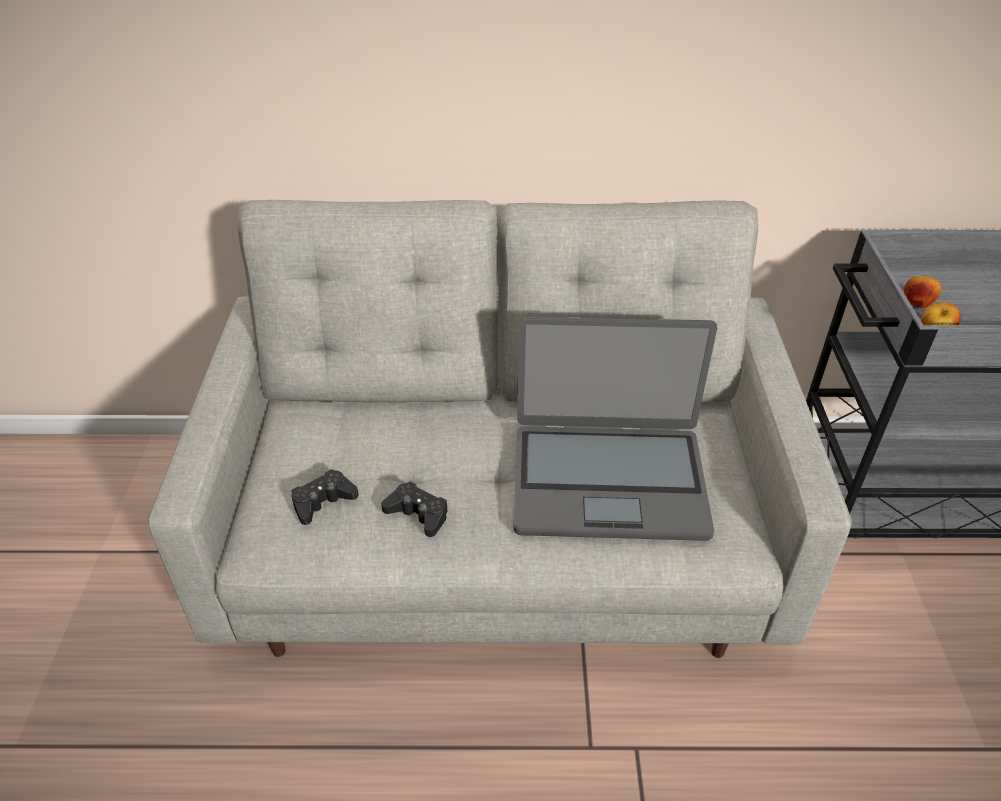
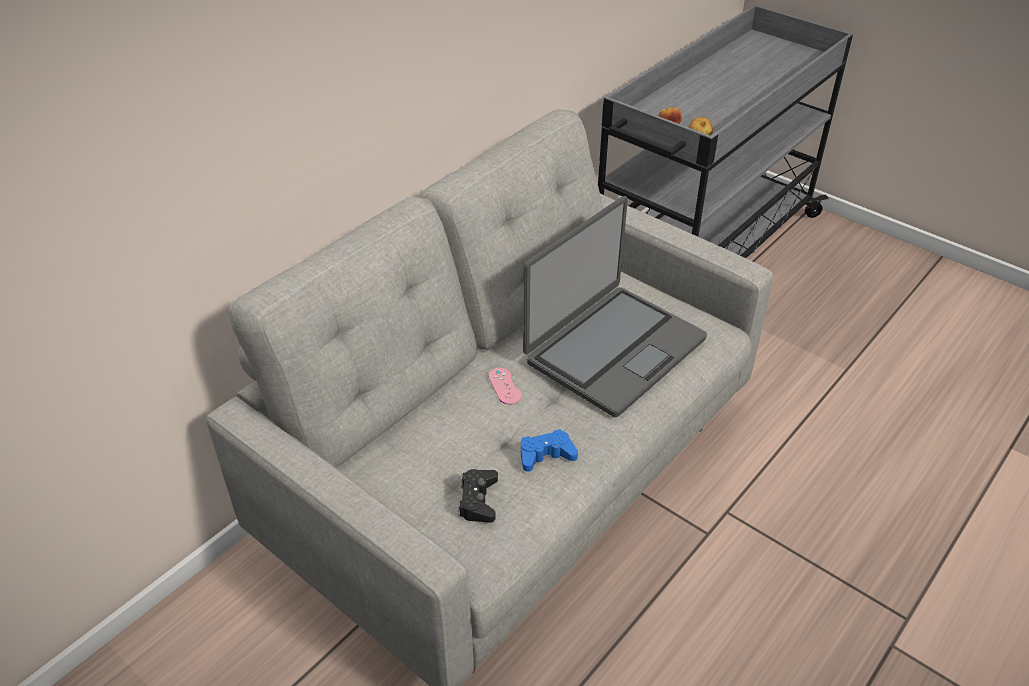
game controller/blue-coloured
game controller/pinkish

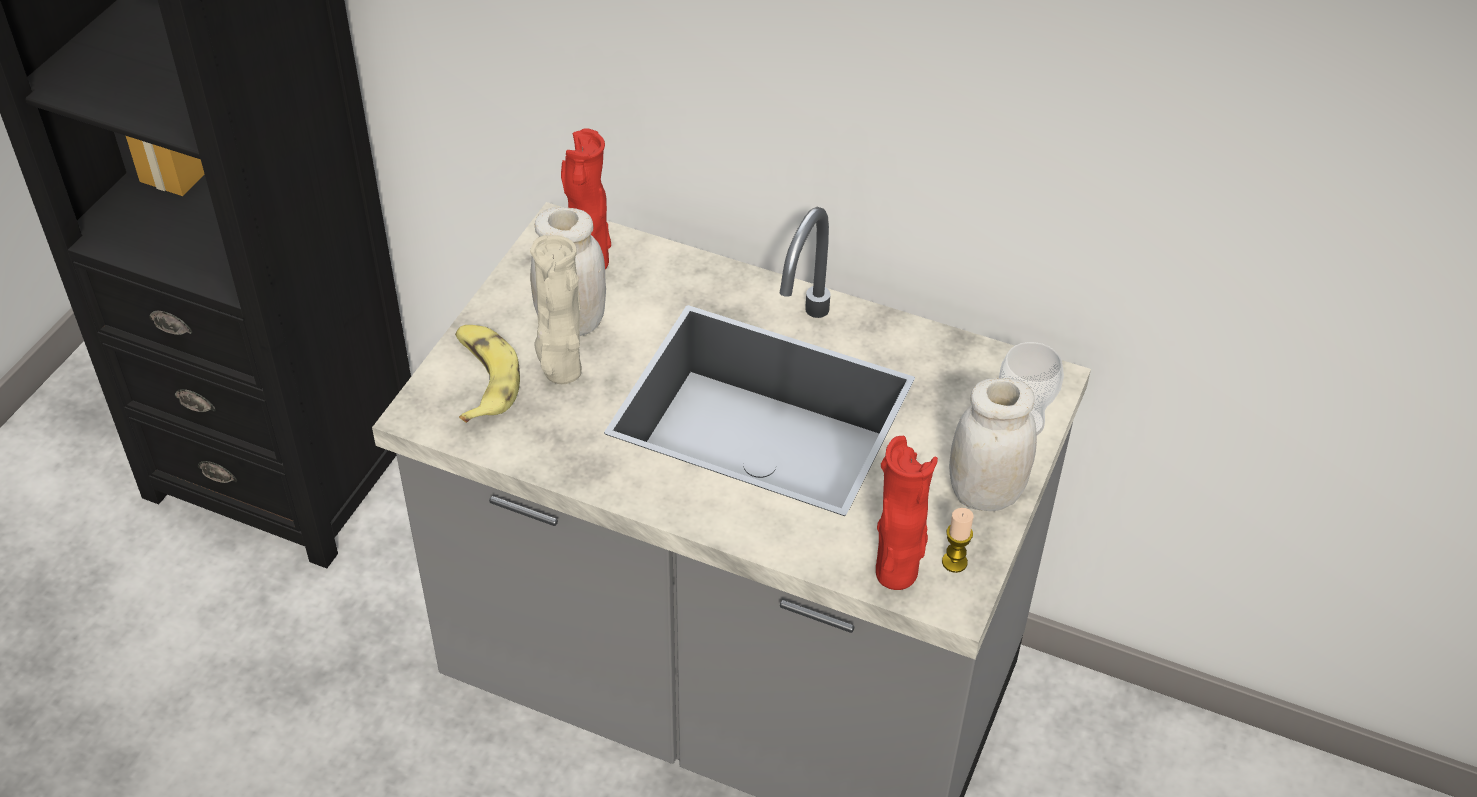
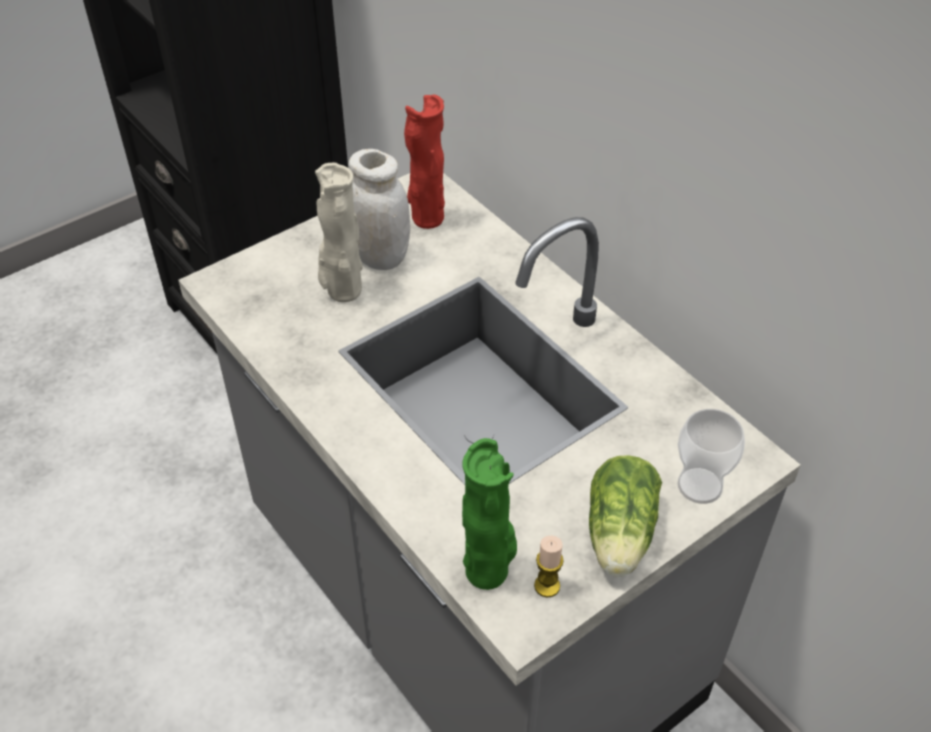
whole banana
flower vase/greenish
lettuce

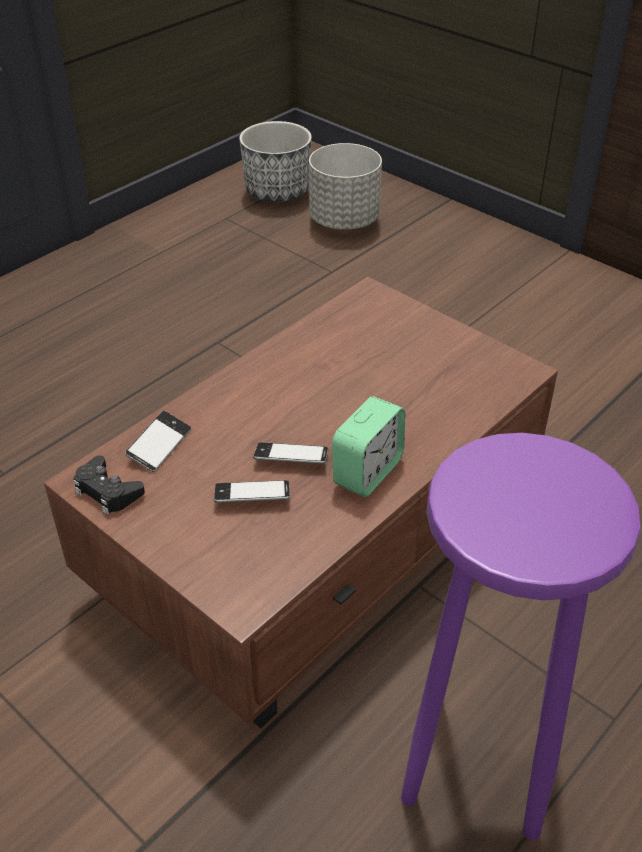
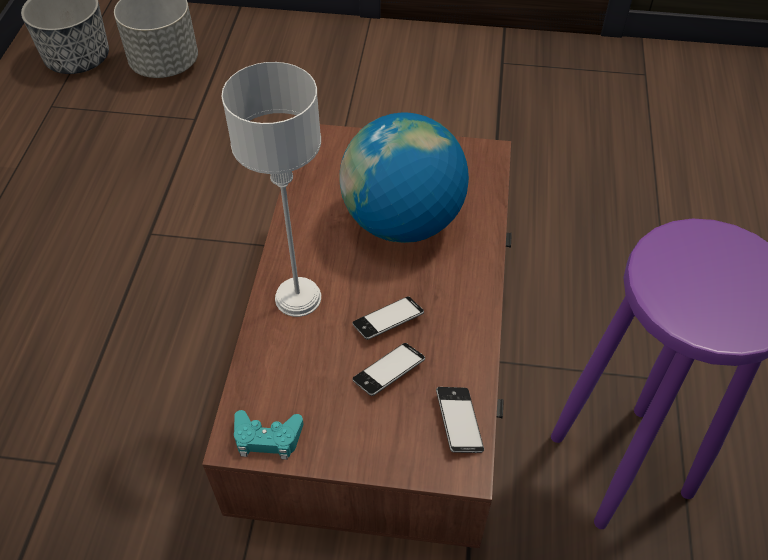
game controller/turquoise
handset (no. 3 from left)
bedside clock
lamp for a table/grey
world globe

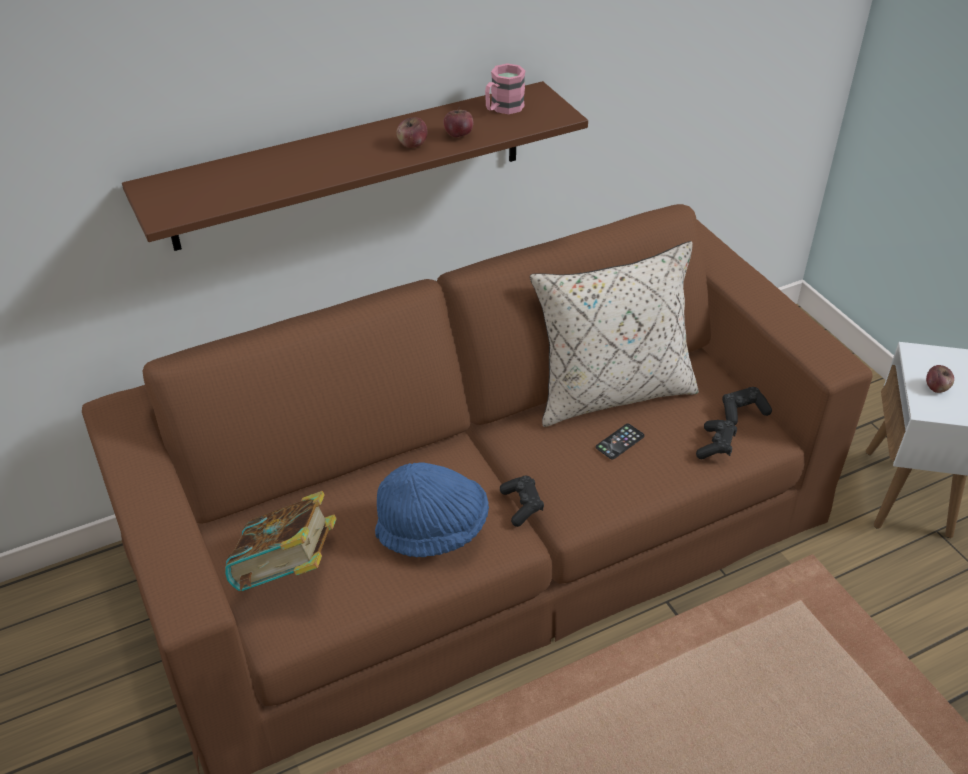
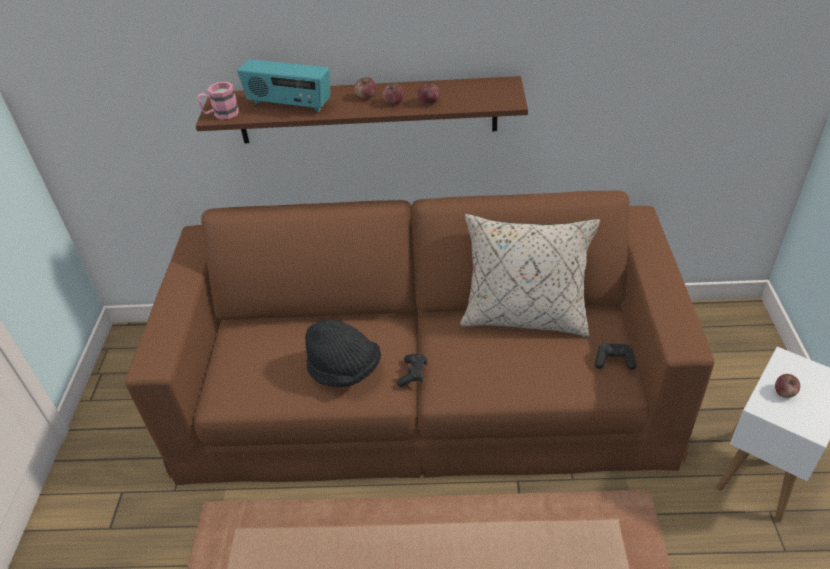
volume
hat/blackish
tea mug/pinkish
handset
game controller/blackish (no. 2 from left in the first image)
radio receiver
whole apple (no. 1 from left)

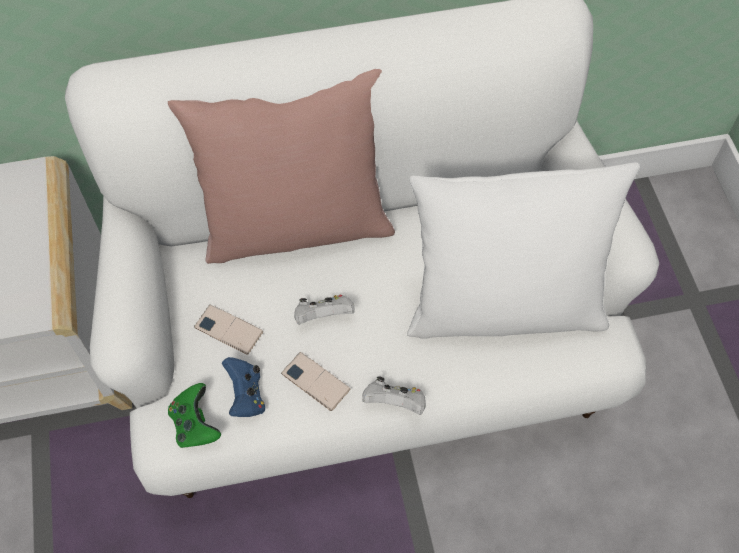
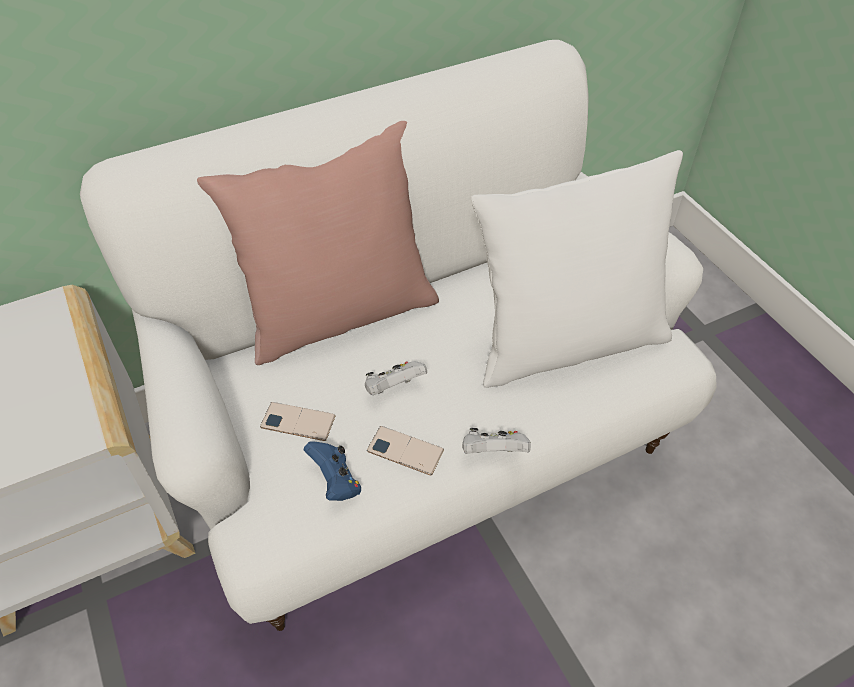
game controller/greenish

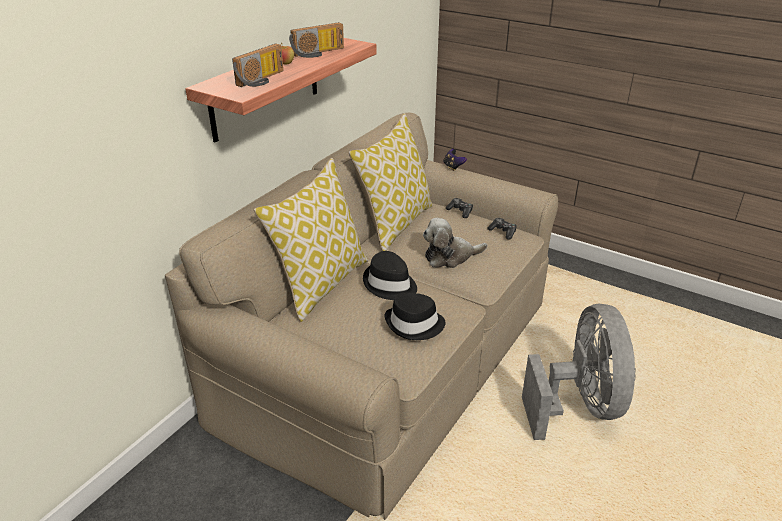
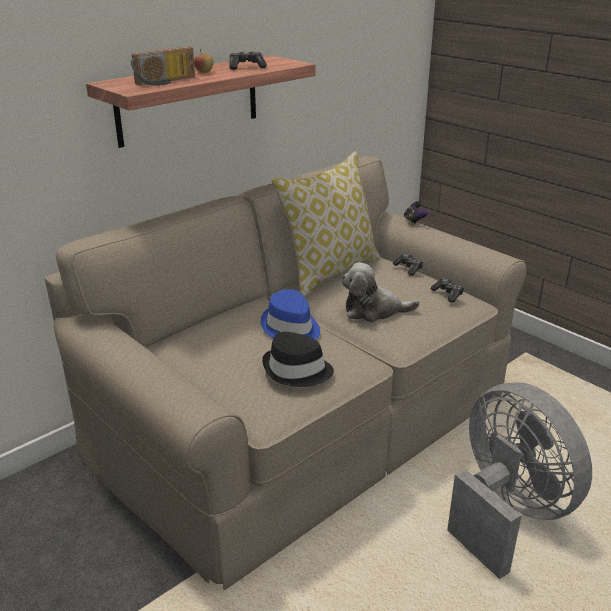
pillow (no. 1 from left in the first image)
game controller (no. 1 from left)
hat/blue-coloured
electric fan/grey

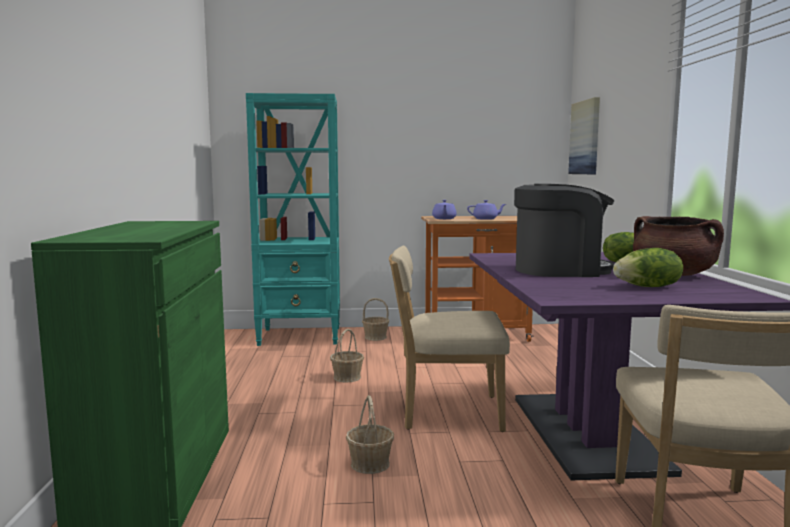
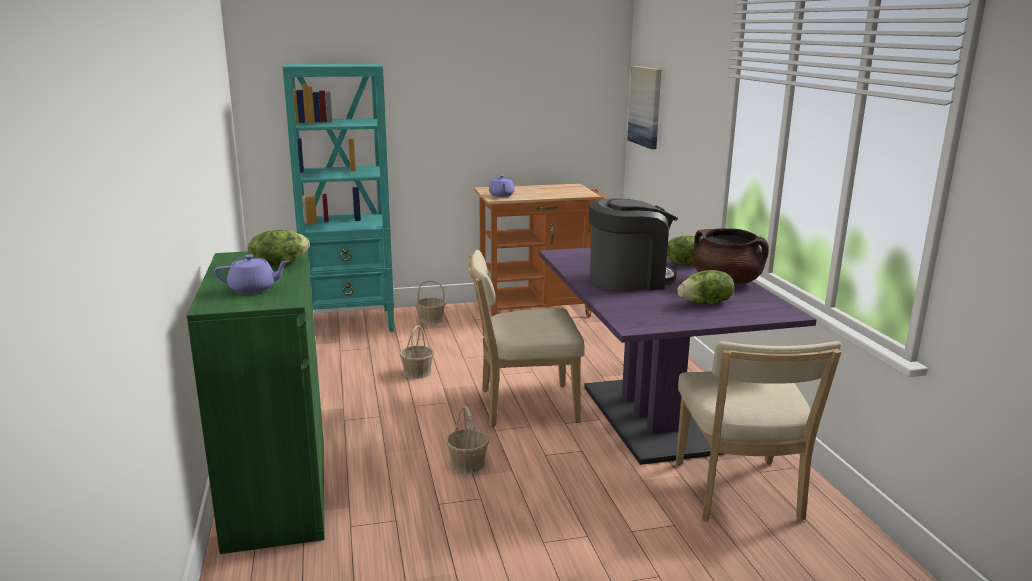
pot for tea/purplish (no. 1 from left)
lettuce (no. 1 from left)

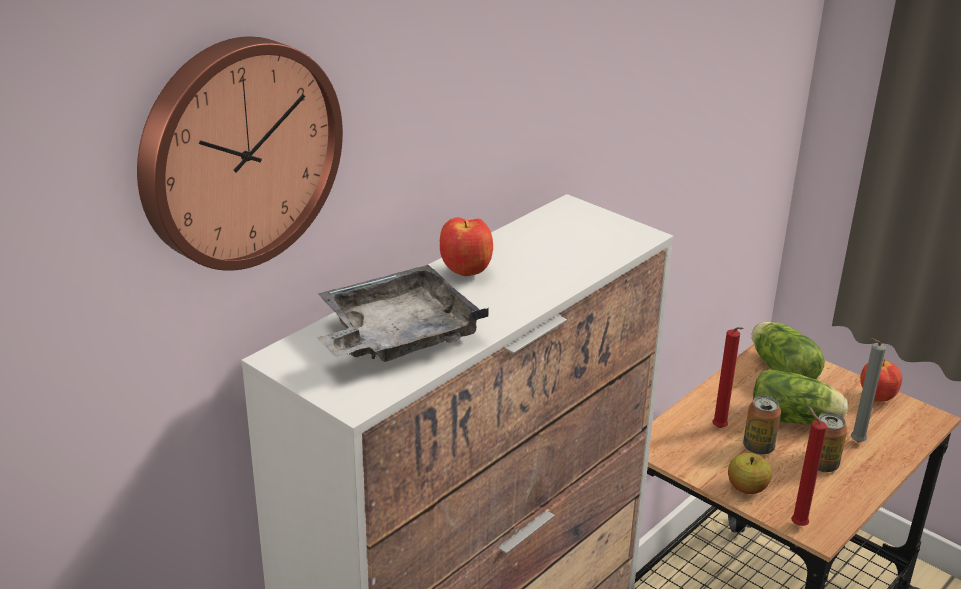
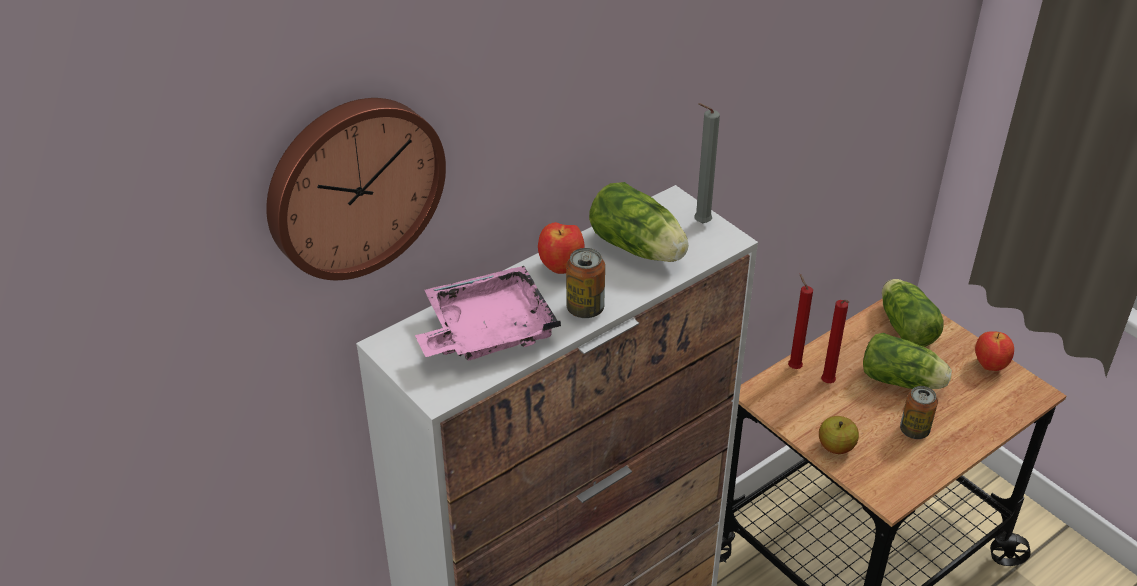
carrying tray/pinkish
metal can (no. 1 from left)
candle/reddish (no. 1 from left)
candle/grey
lettuce (no. 1 from left)

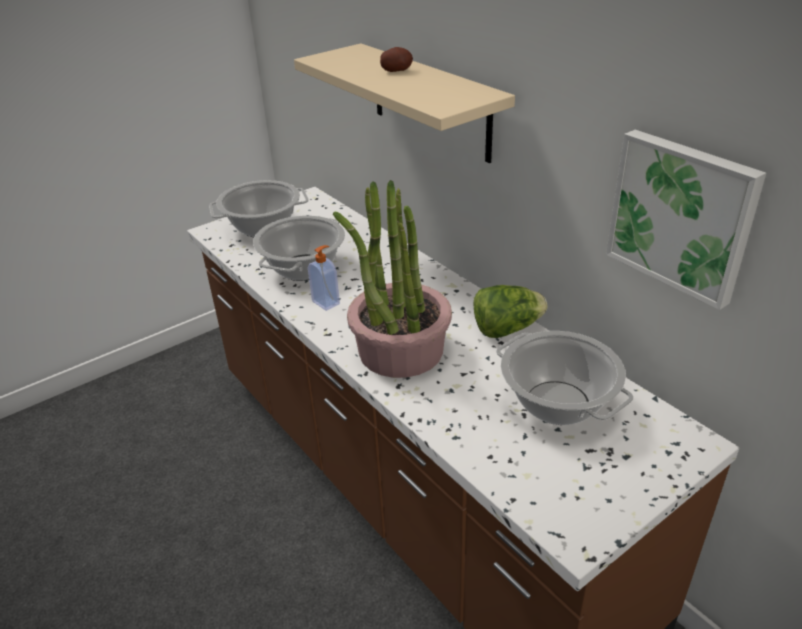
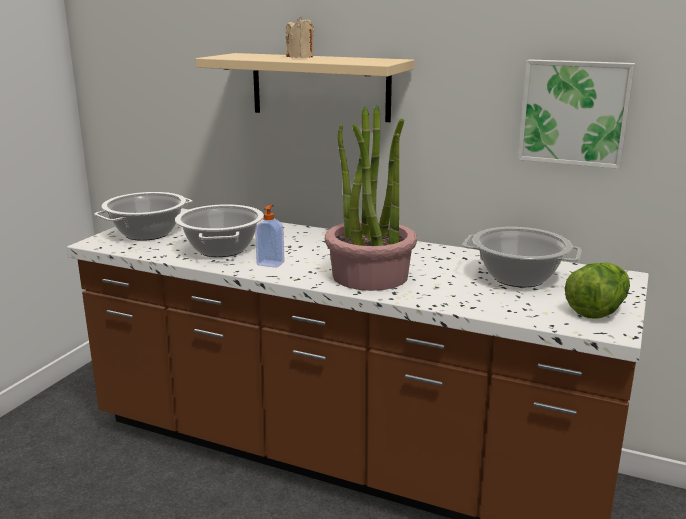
candle/sand-coloured
lettuce

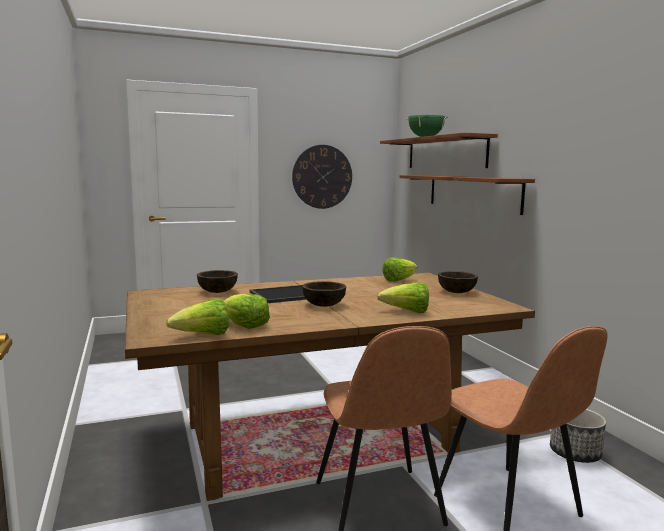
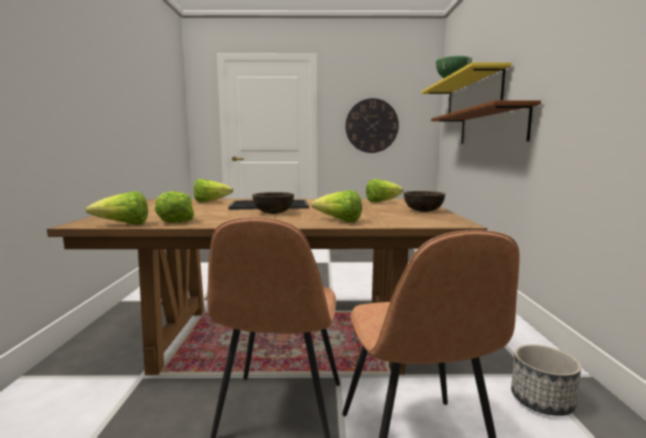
lettuce (no. 3 from left)
bracket shelf/yellow

